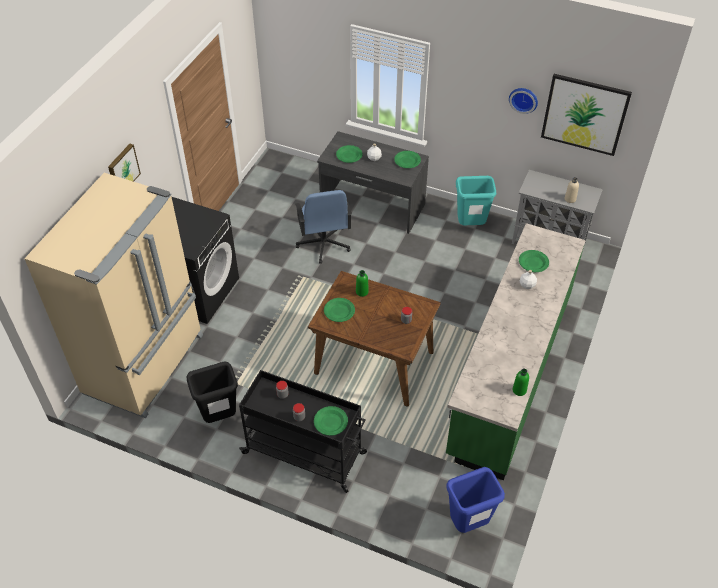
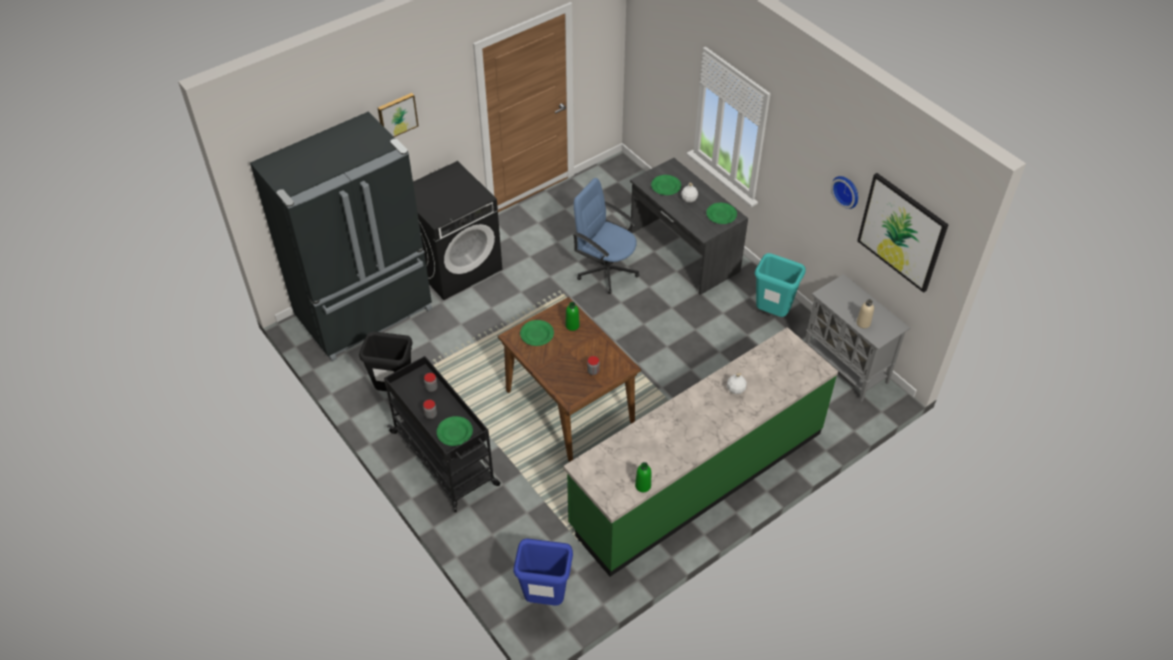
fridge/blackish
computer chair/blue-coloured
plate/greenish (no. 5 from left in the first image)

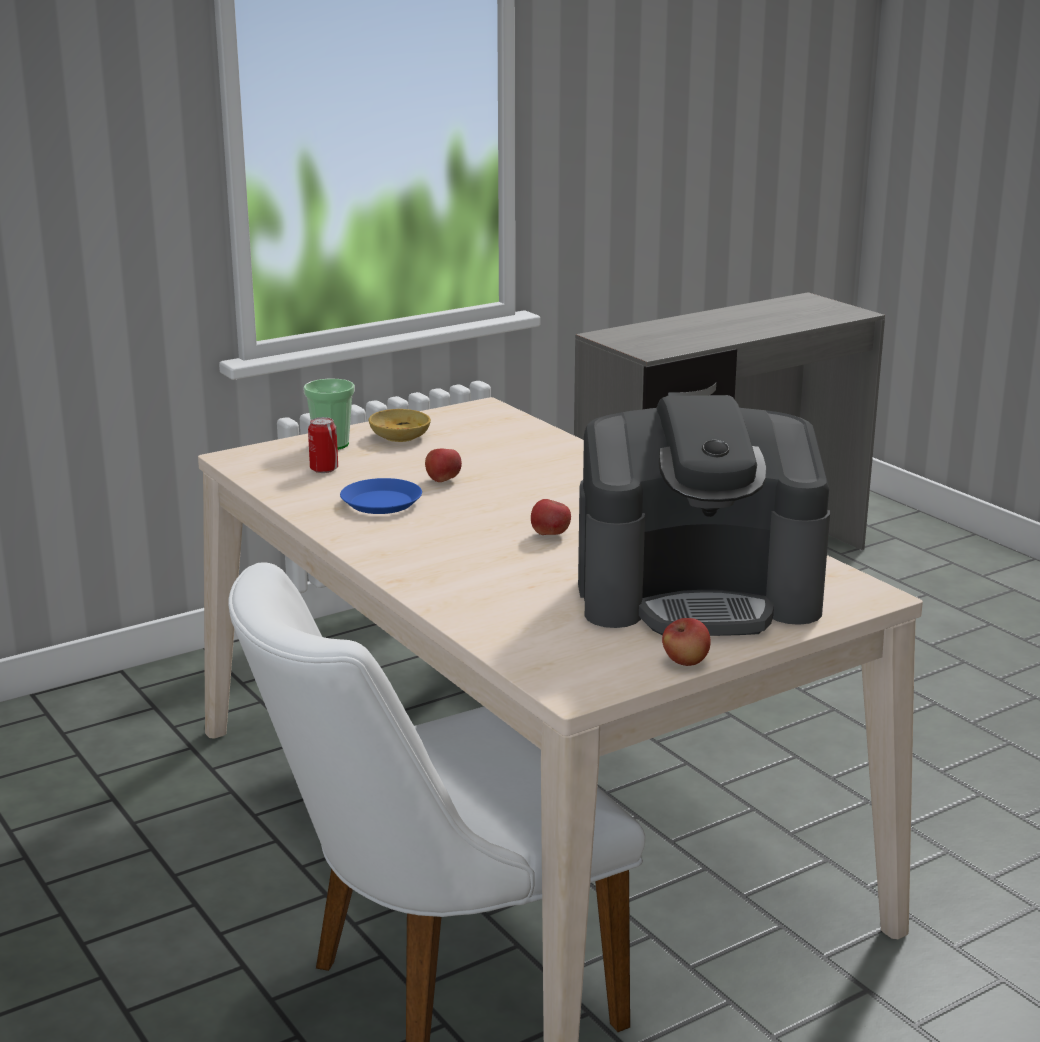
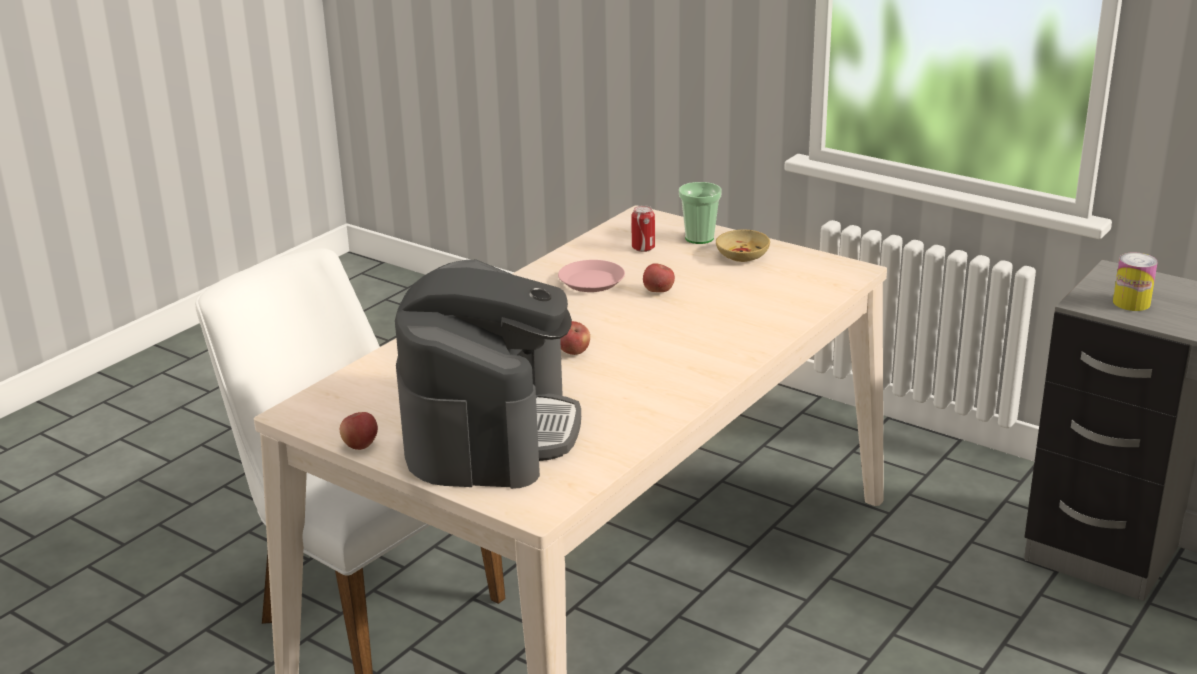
plate/pinkish
coffee maker
metal can (no. 2 from left)

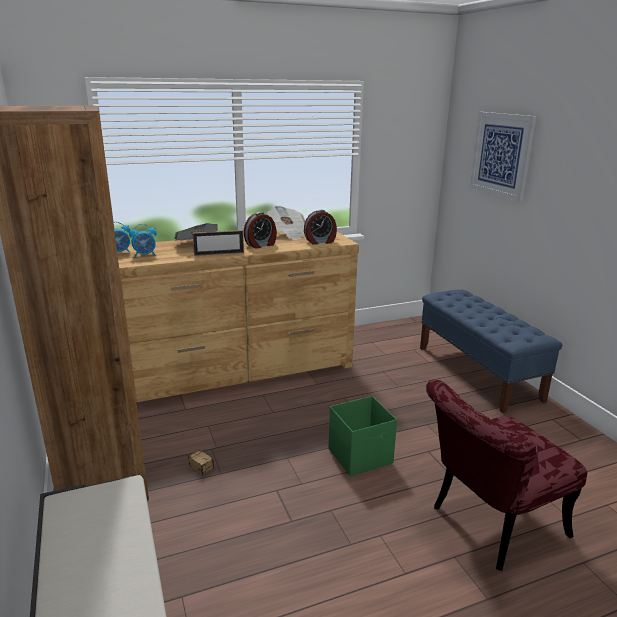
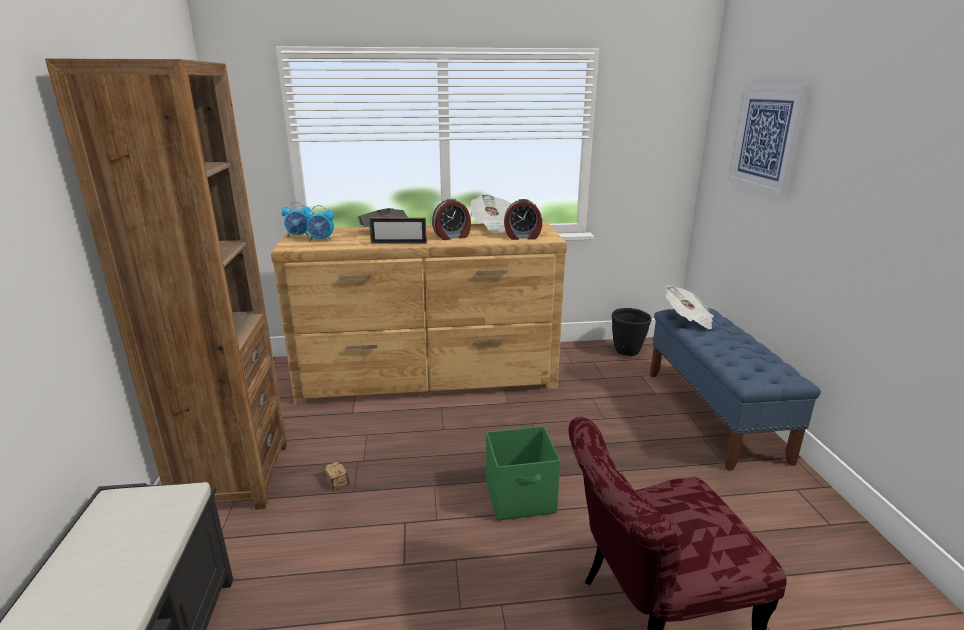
flower pot/blackish
printed paper (no. 3 from left)

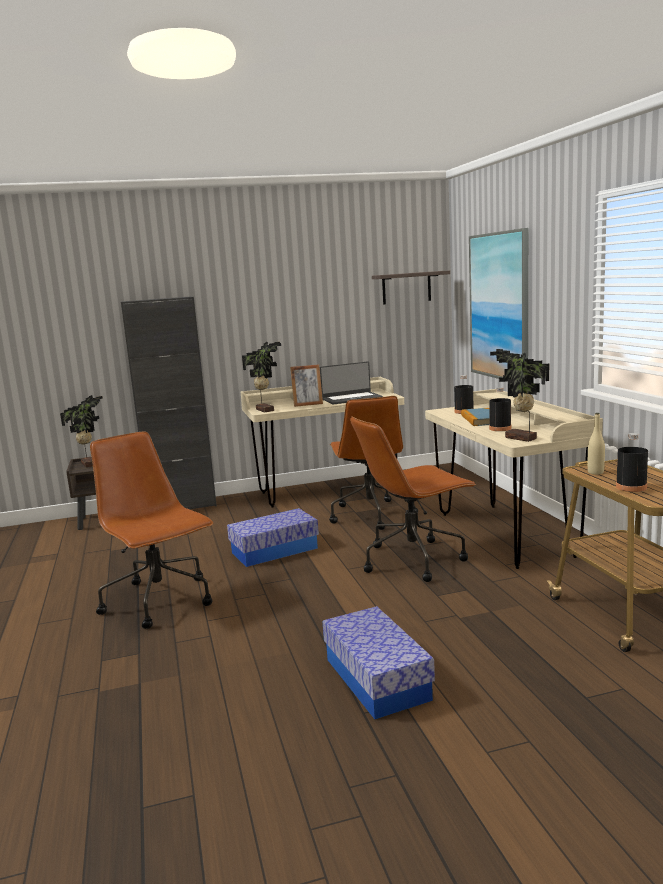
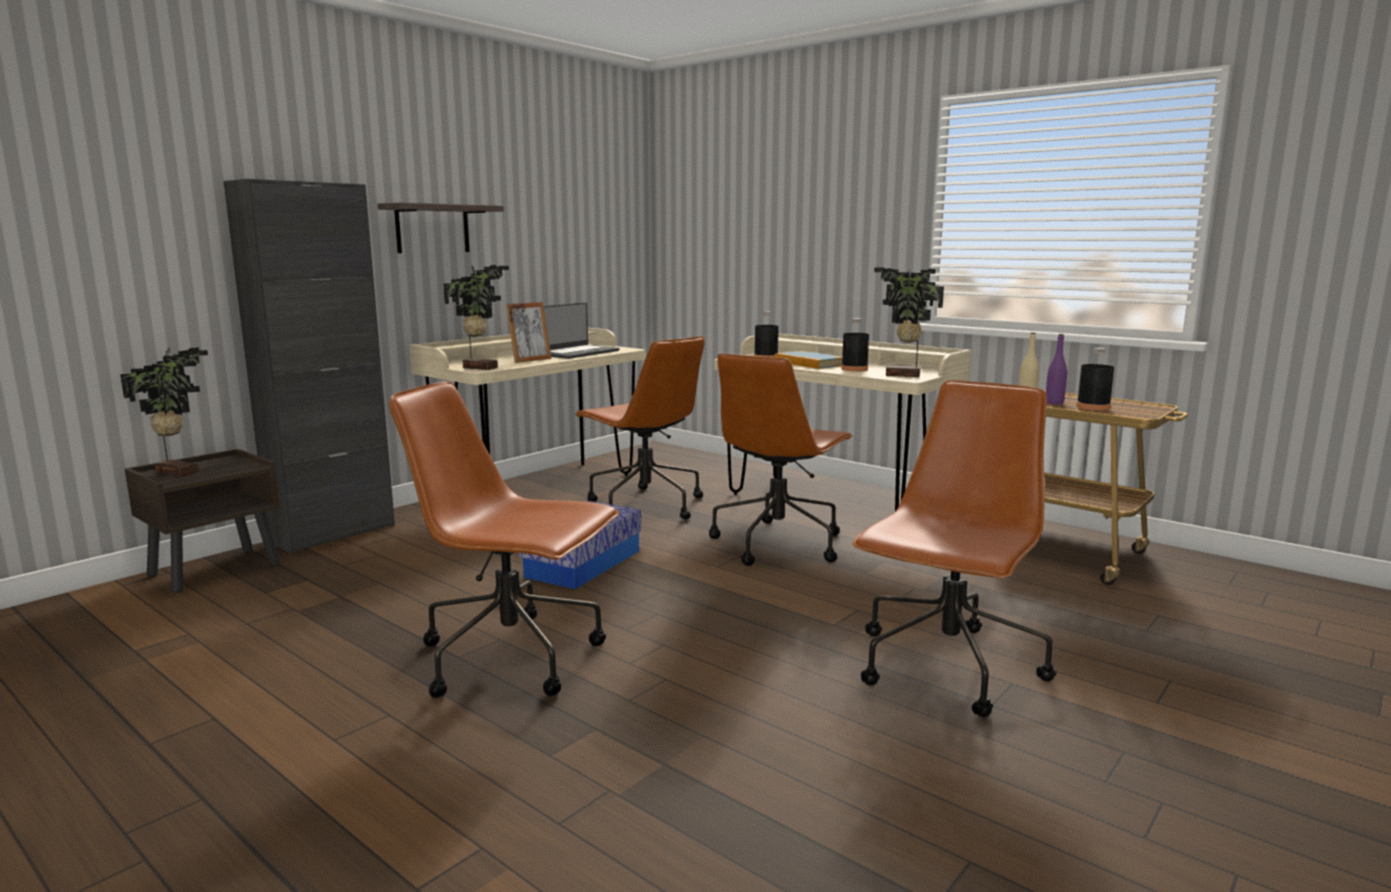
computer chair/brown (no. 4 from left)
bracket shelf
wall picture
drink bottle/purplish

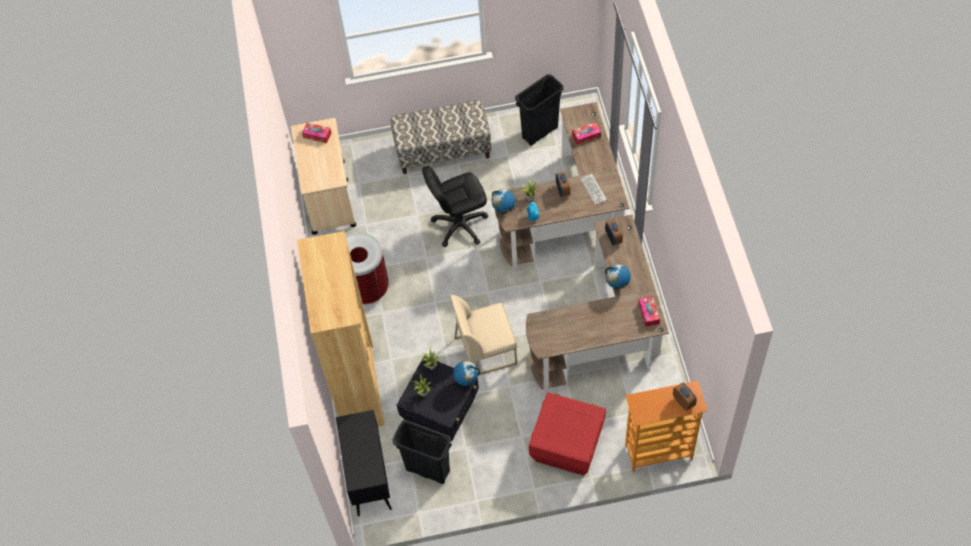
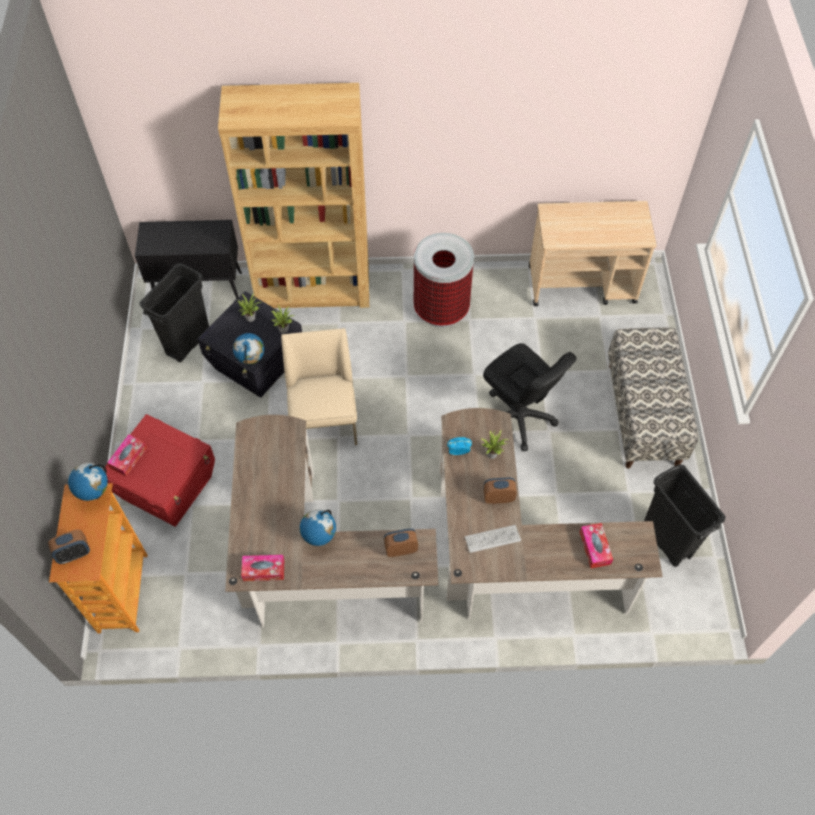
tissue holder (no. 1 from left)
computer chair/blackish
world globe (no. 1 from left)

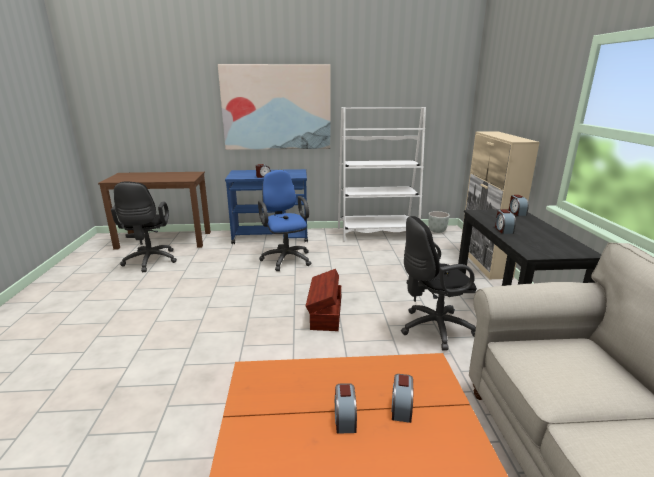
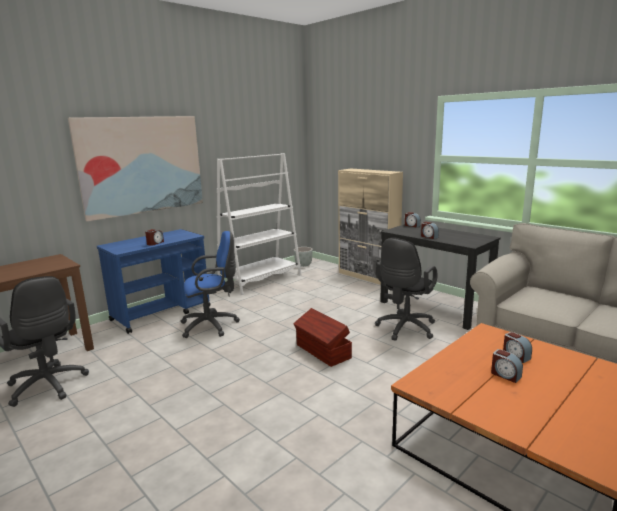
computer chair/blue-coloured

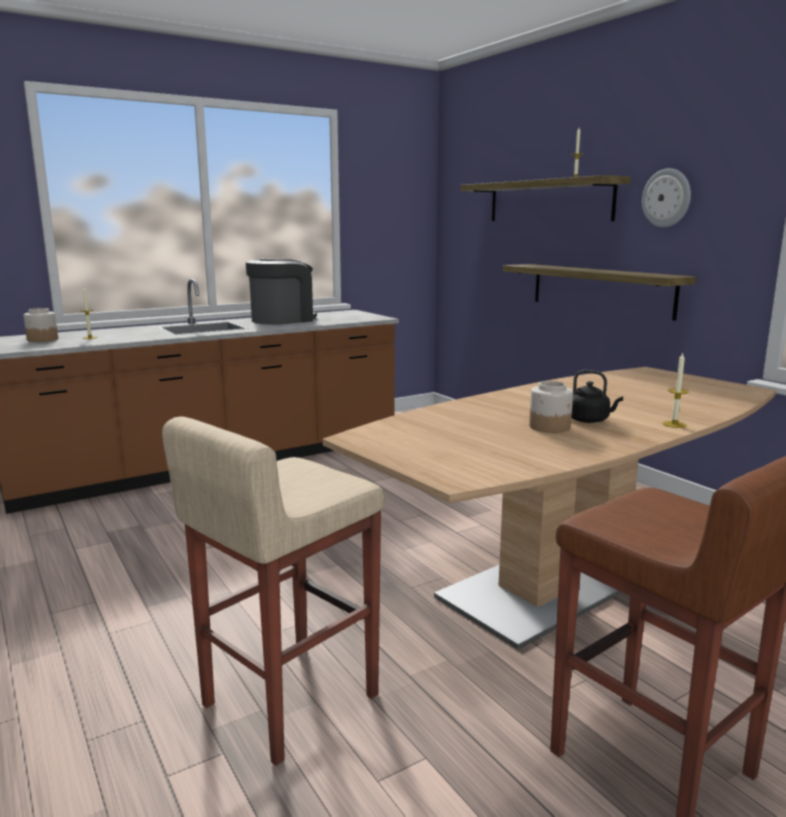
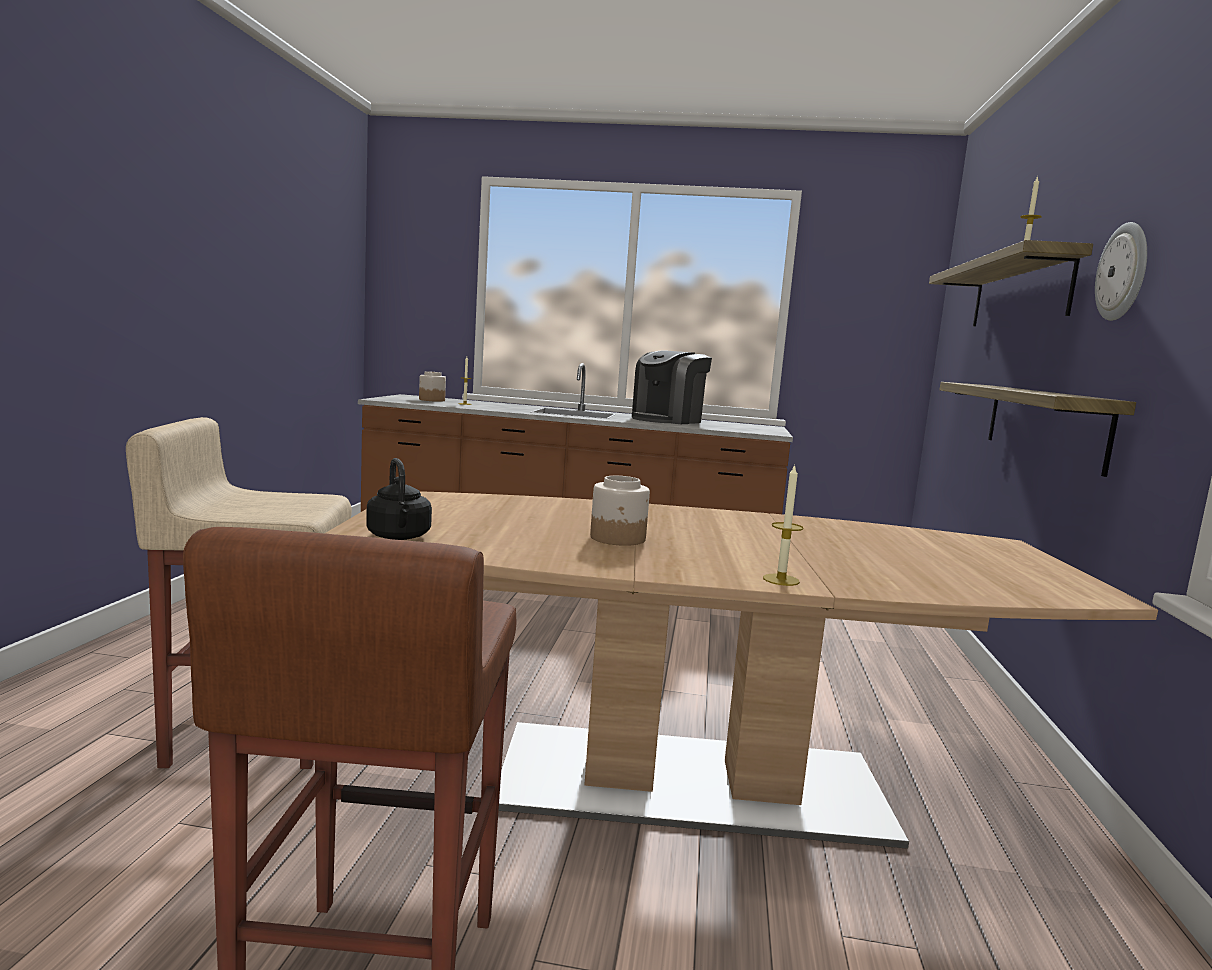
coffee maker
tea kettle/blackish

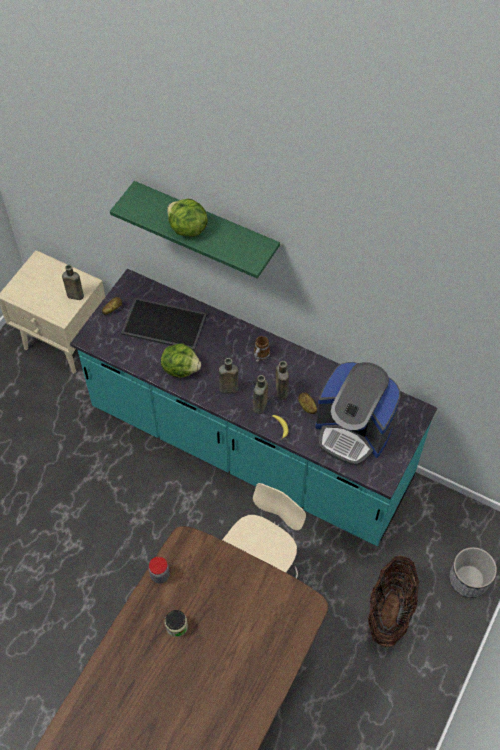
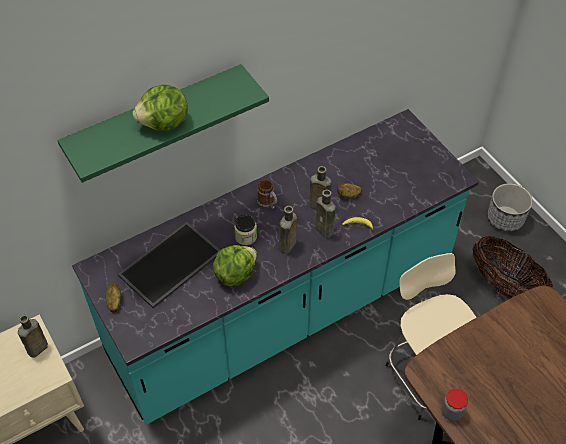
jar (no. 1 from left)
coffee maker

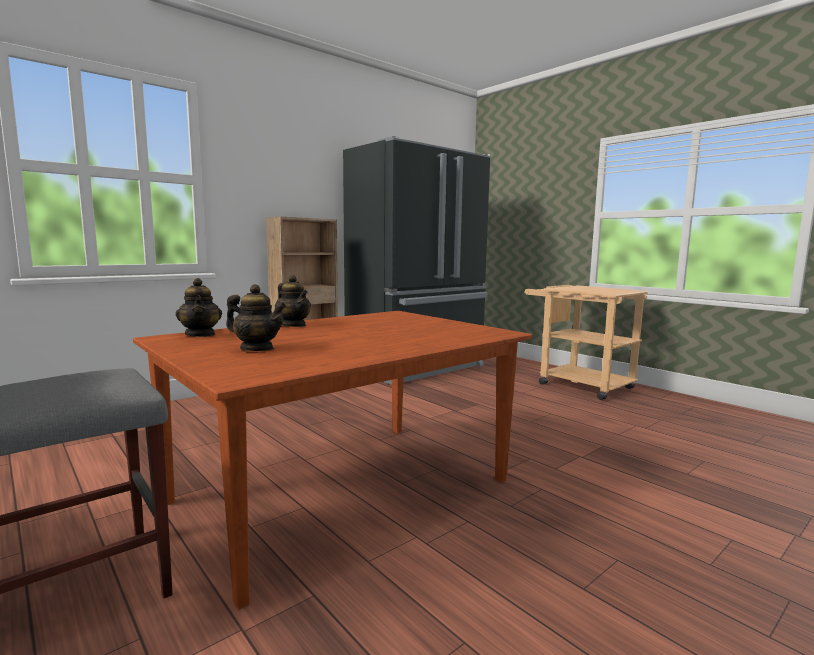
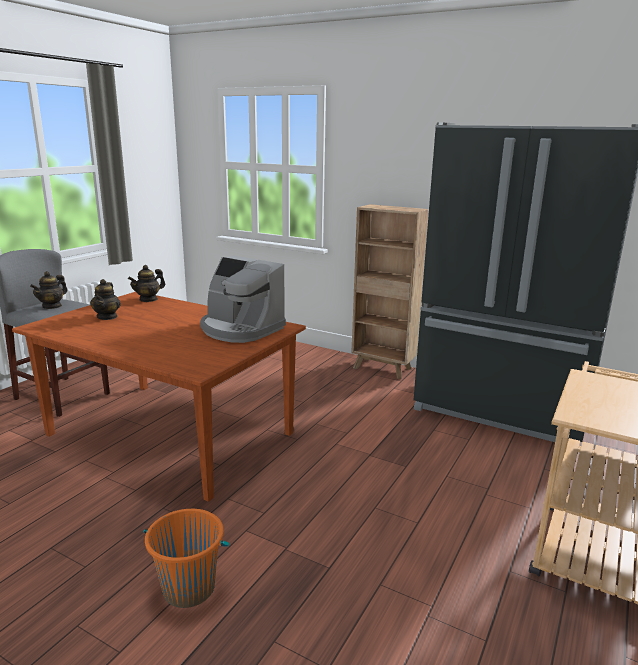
pot for tea (no. 1 from left)
pail/orange
coffee maker

